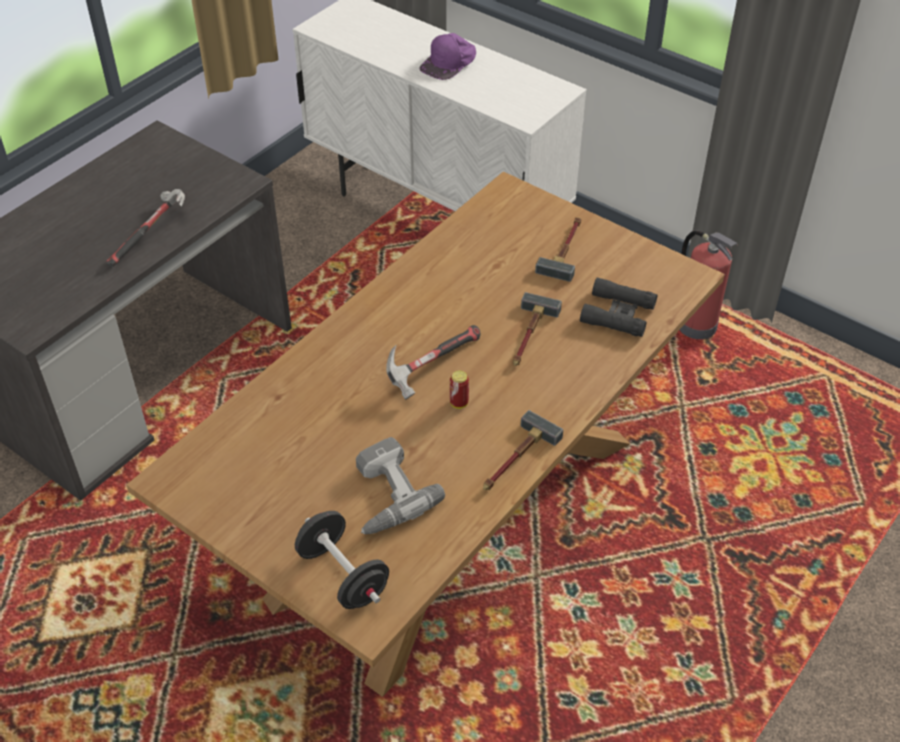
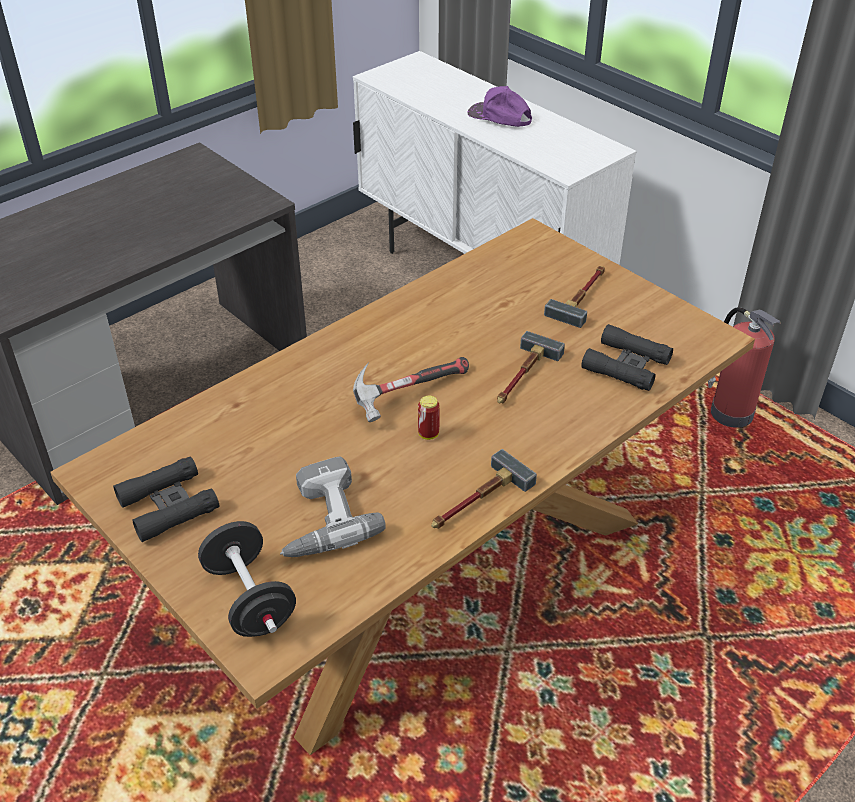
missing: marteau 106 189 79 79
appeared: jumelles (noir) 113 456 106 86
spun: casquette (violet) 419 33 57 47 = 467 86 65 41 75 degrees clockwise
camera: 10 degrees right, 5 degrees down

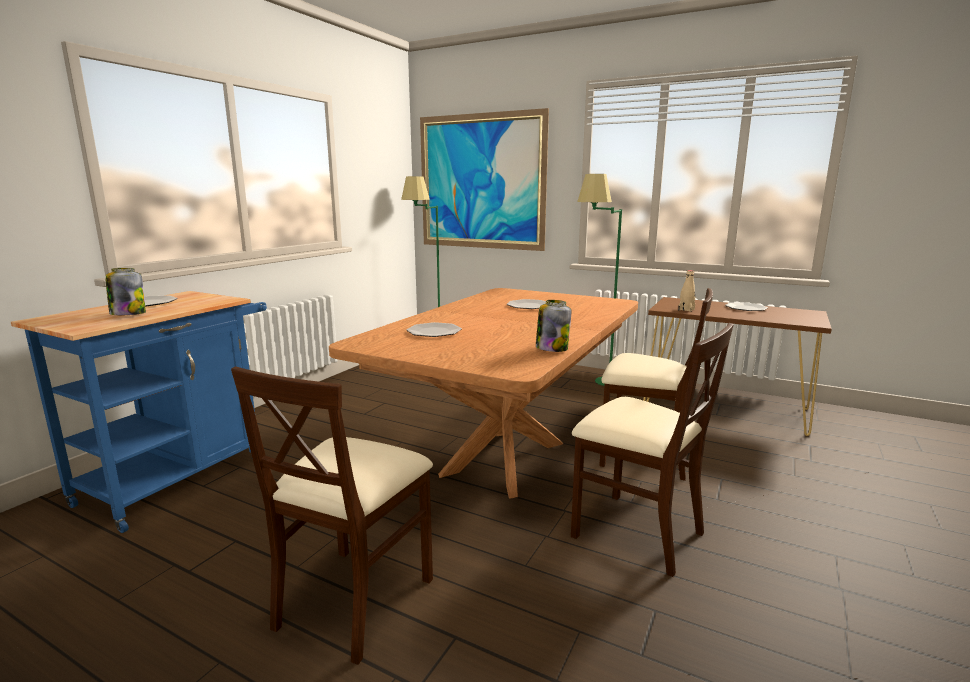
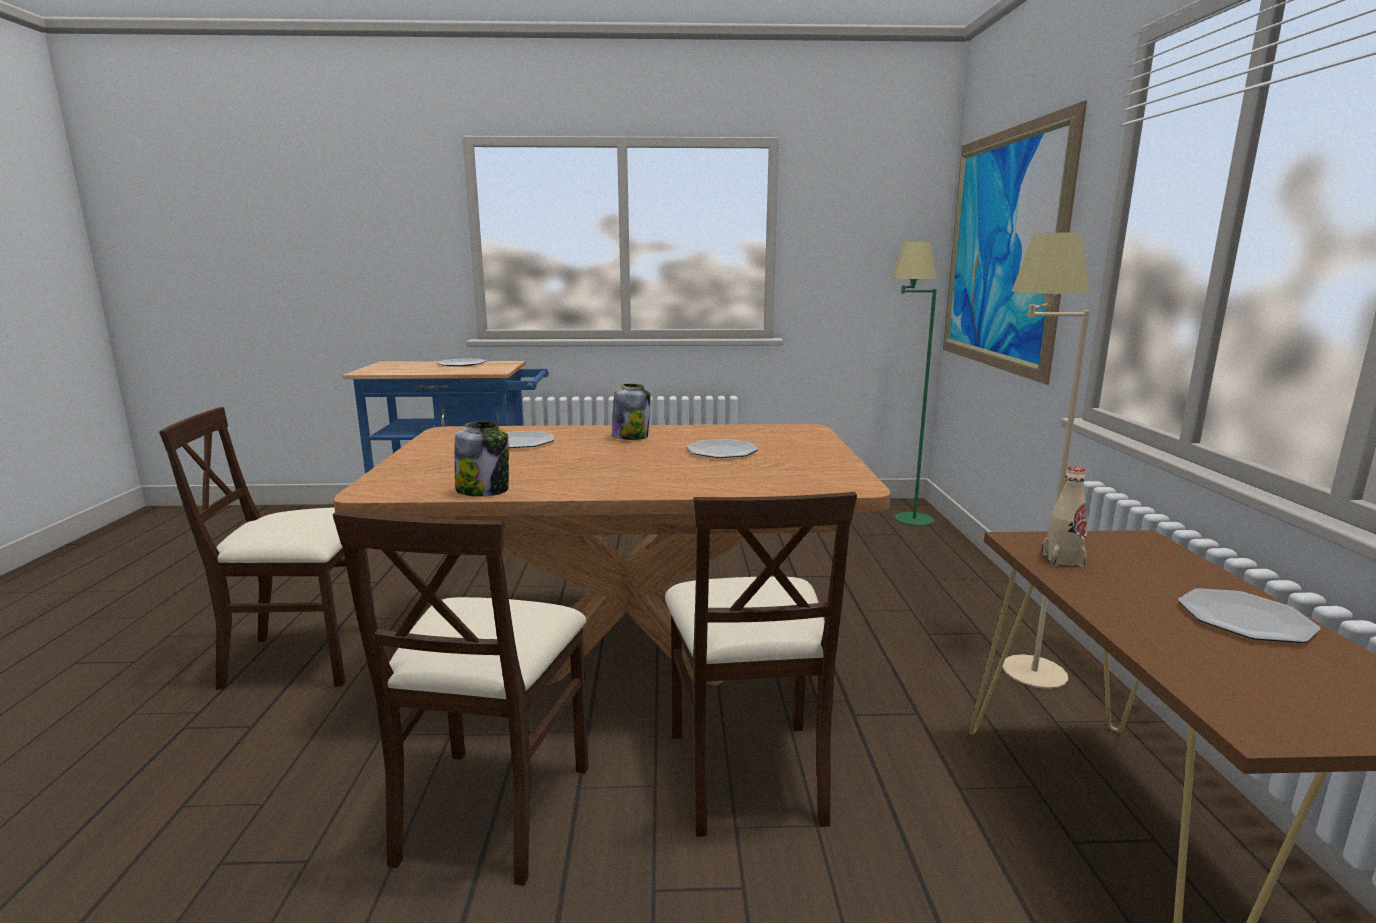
relocated: bocal 105 268 41 47 to 612 384 38 56
colour: lampadaire (vert) 577 174 45 212 to lampadaire (beige) 1002 233 88 456
camera: 60 degrees right, 0 degrees up

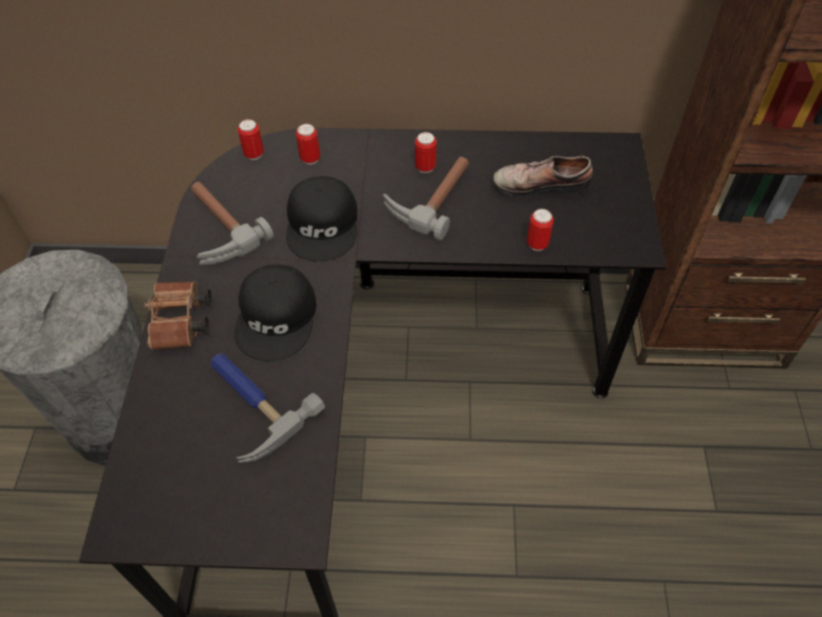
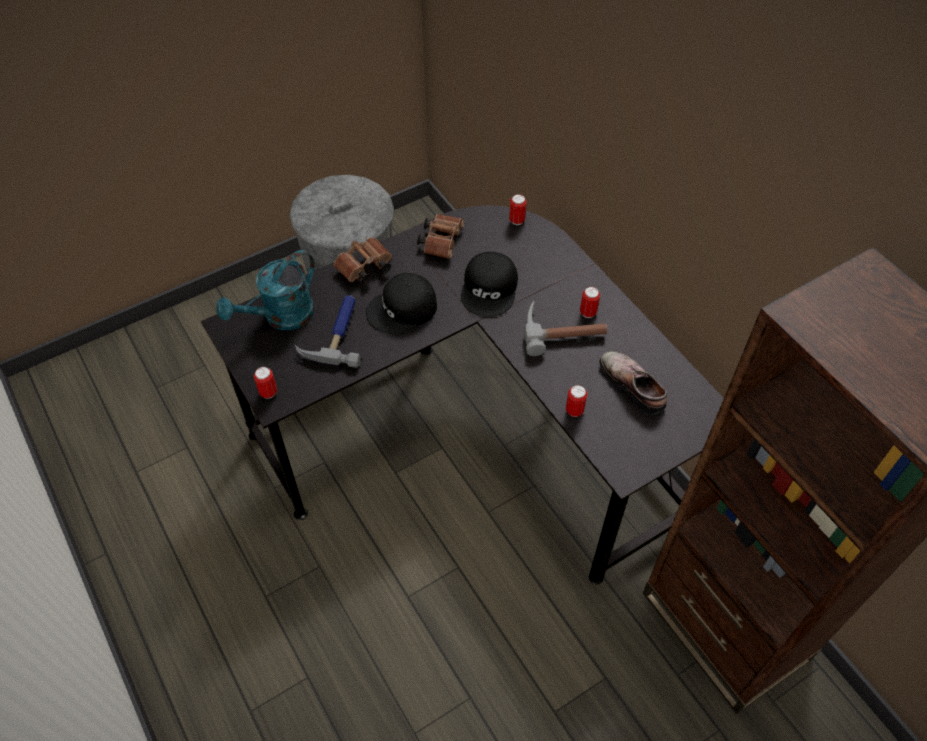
appeared: arrosoir (turquoise) 216 250 99 80
relocated: boîte métallique 296 124 24 41 to 254 367 23 32
exchanged: marteau 191 182 83 83 to jumelles (marron) 417 214 47 45
spun: casquette (noir) 286 176 71 85 = 461 252 57 65 45 degrees counterclockwise
camera: 55 degrees right, 0 degrees up

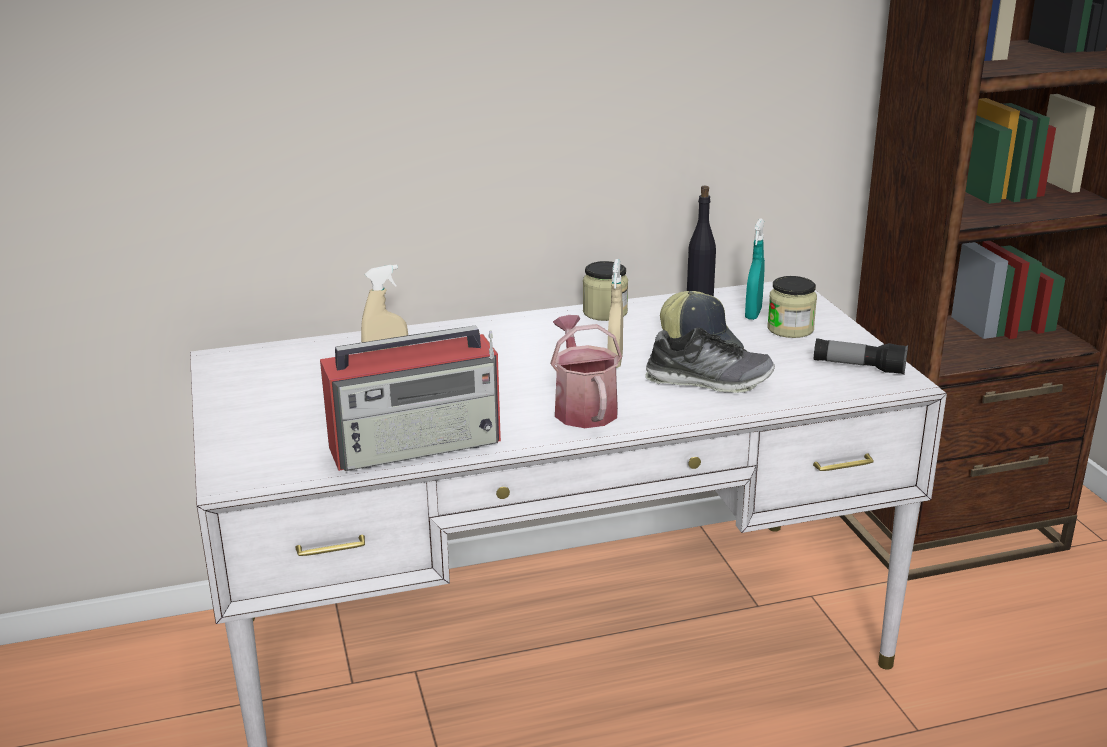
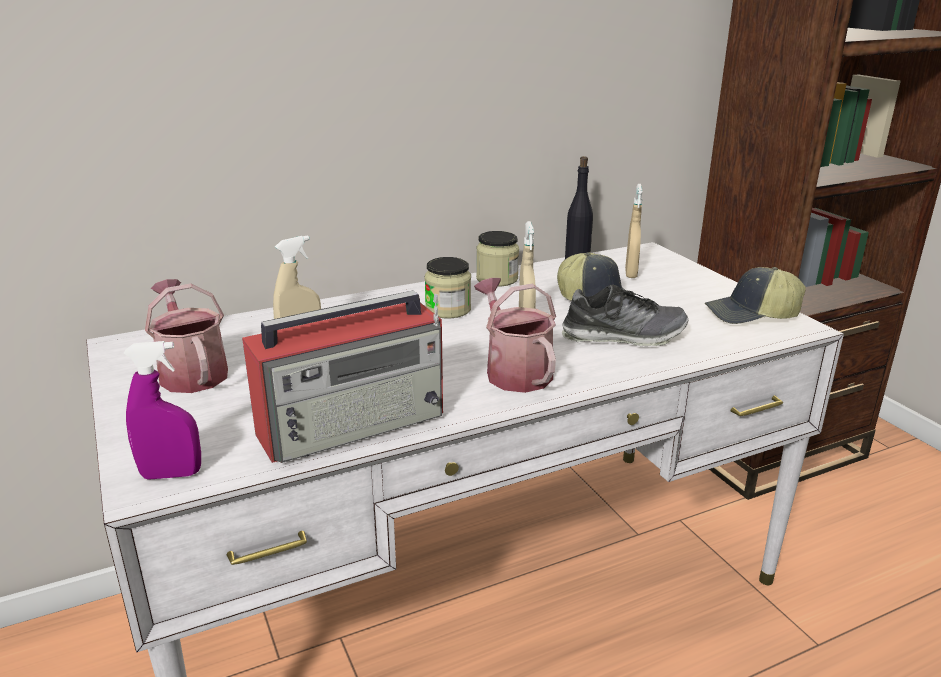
appeared: vaporisateur (violet) 123 341 78 139; arrosoir 145 279 83 114
relocated: bocal 767 276 50 62 to 425 257 46 61
exchanged: lampe de poche 814 338 94 37 to casquette 704 267 102 57
colour: vaporisateur (turquoise) 745 218 20 102 to vaporisateur (beige) 625 184 18 94
camera: 10 degrees left, 0 degrees up

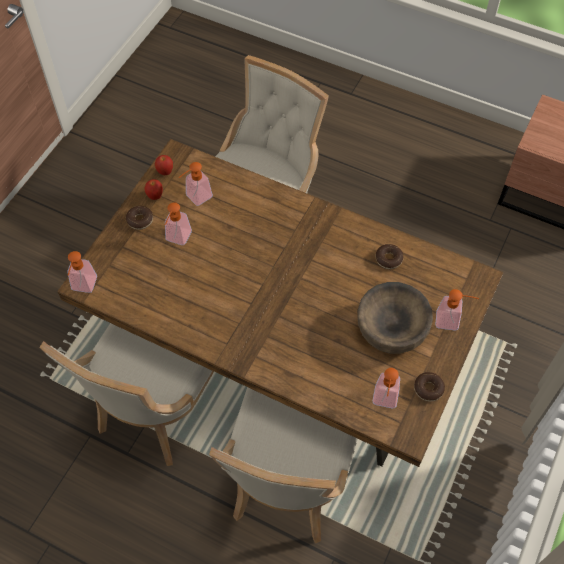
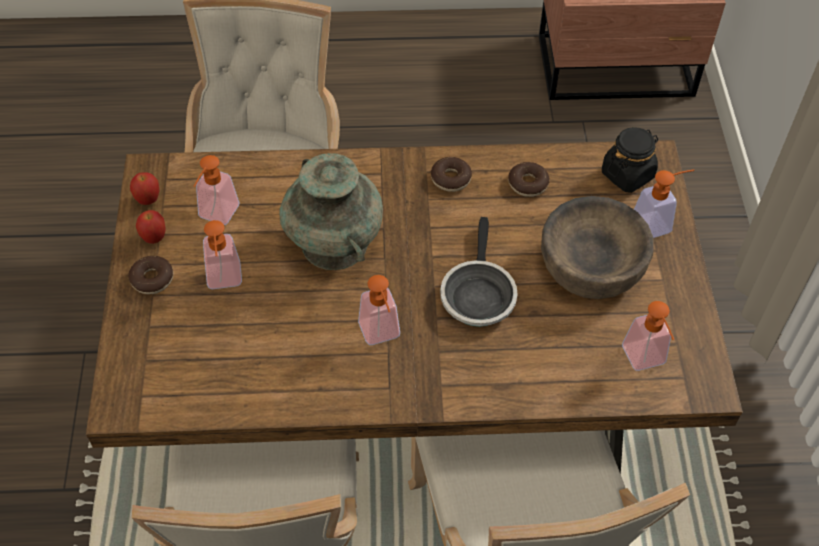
appeared: vase (turquoise) 279 153 104 117; poêle 440 217 78 110; bocal (noir) 602 127 56 66
relocated: distributeur de savon 67 251 30 42 to 358 275 42 70; beignet 414 372 31 30 to 431 157 41 35
camera: 30 degrees left, 5 degrees down

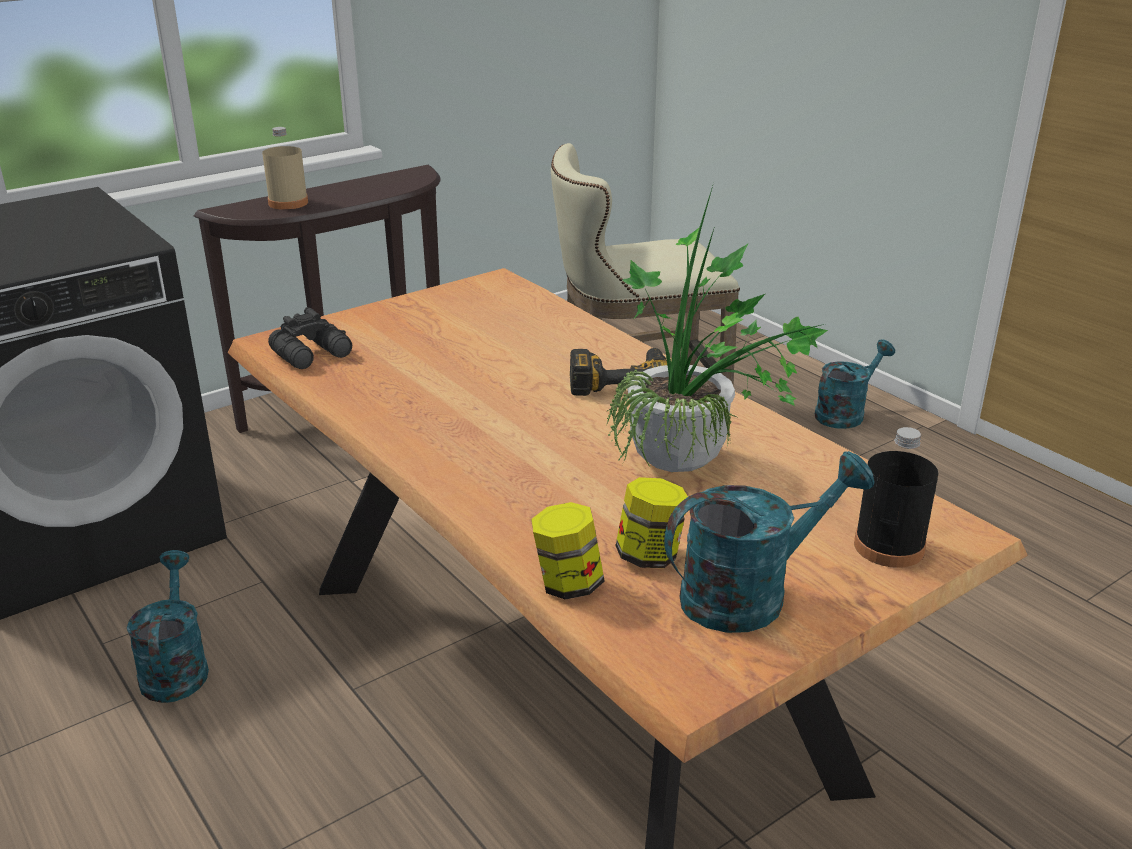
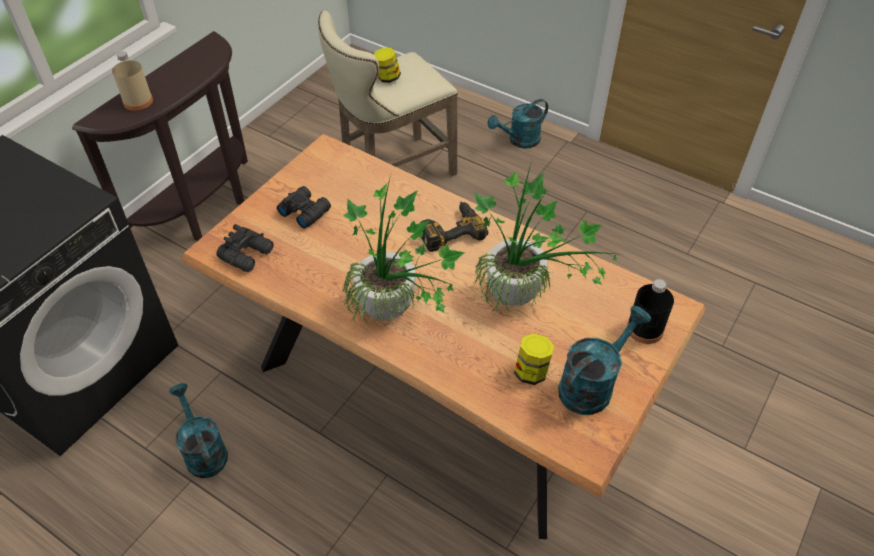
appeared: jumelles (noir) 277 186 54 43; plante en pot 343 175 122 150
relocated: bocal 531 502 74 98 to 374 48 27 35
spun: arrosoir (turquoise) 815 339 80 90 = 487 99 61 50 150 degrees counterclockwise
camera: 20 degrees left, 20 degrees up

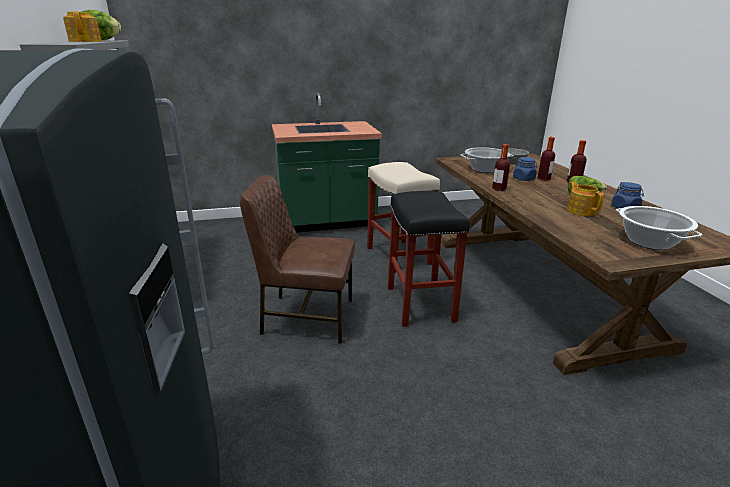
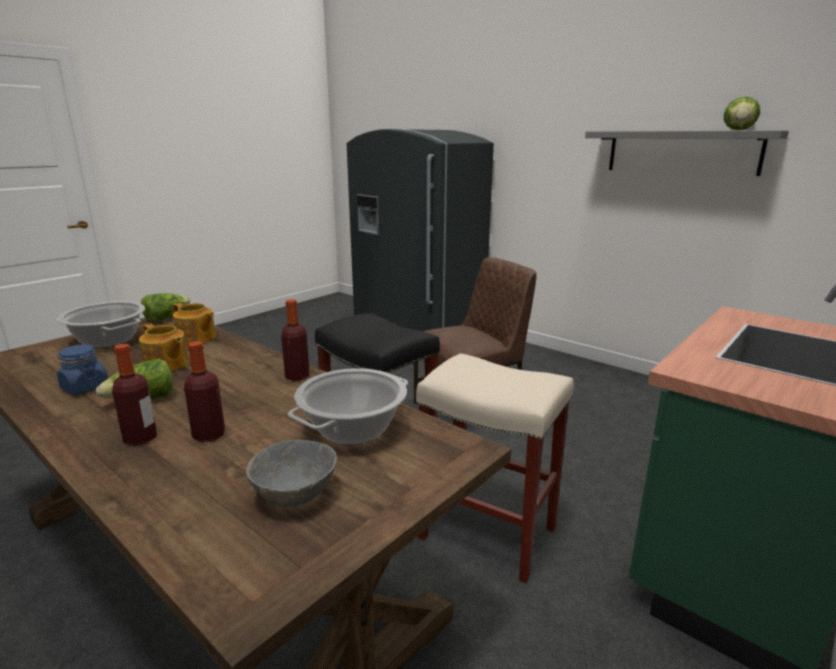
missing: bocal (bleu) 513 157 24 24
appeared: laitue 141 293 49 29
relocated: théière 63 11 39 31 to 172 303 44 42
camera: 145 degrees right, 5 degrees down

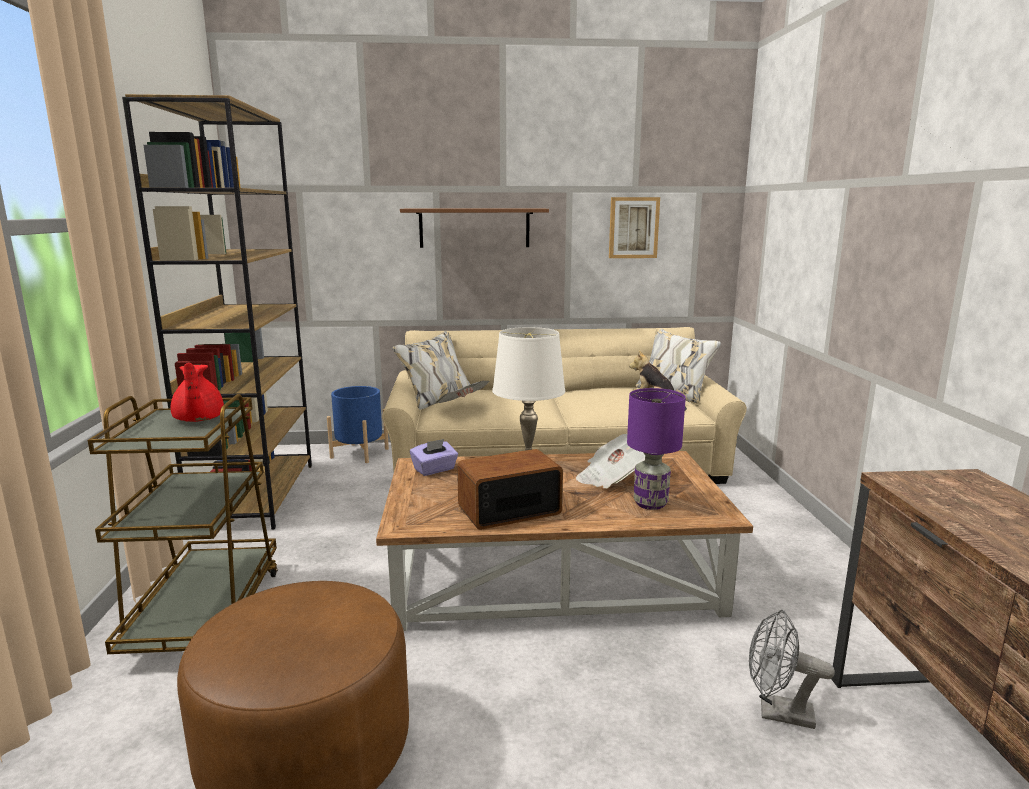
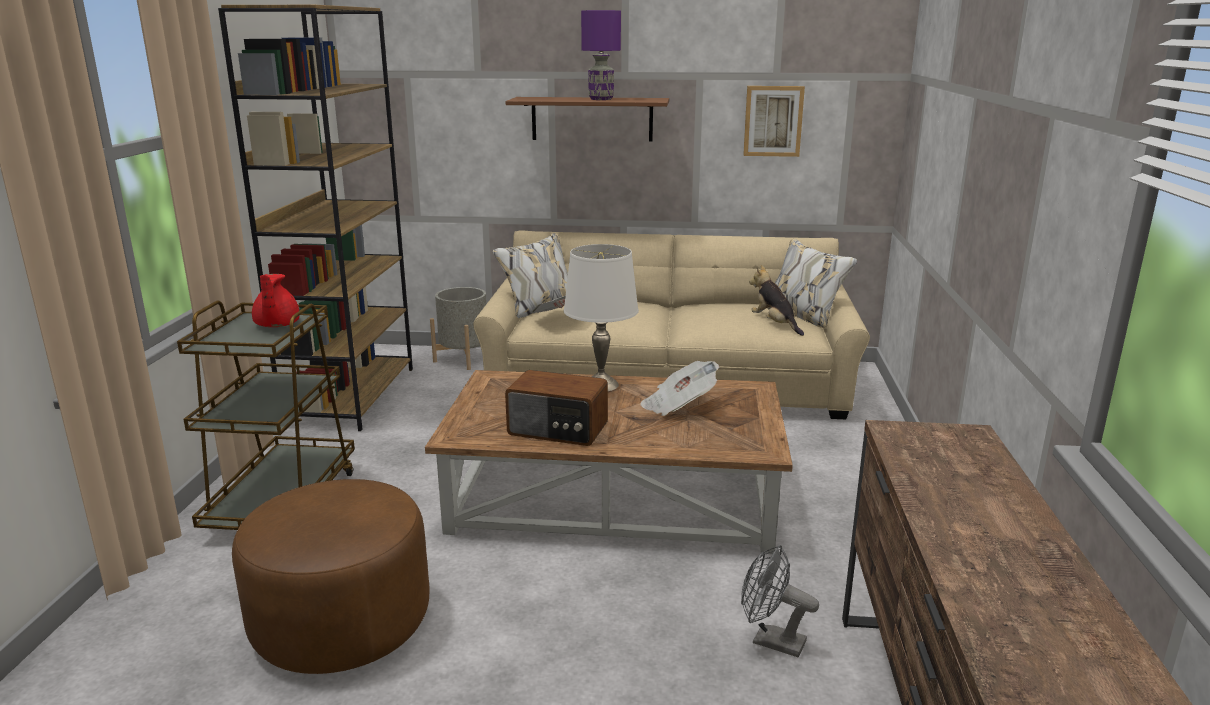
missing: boîte à mouchoirs (violet) 410 439 48 37
relocated: lampe de table (violet) 627 388 59 122 to 581 10 40 90
colour: cache-pot (bleu) 327 386 62 77 to cache-pot (gris) 430 287 57 83
spun: radio 457 449 106 81 = 505 370 103 76 150 degrees counterclockwise
camera: 10 degrees right, 5 degrees up

